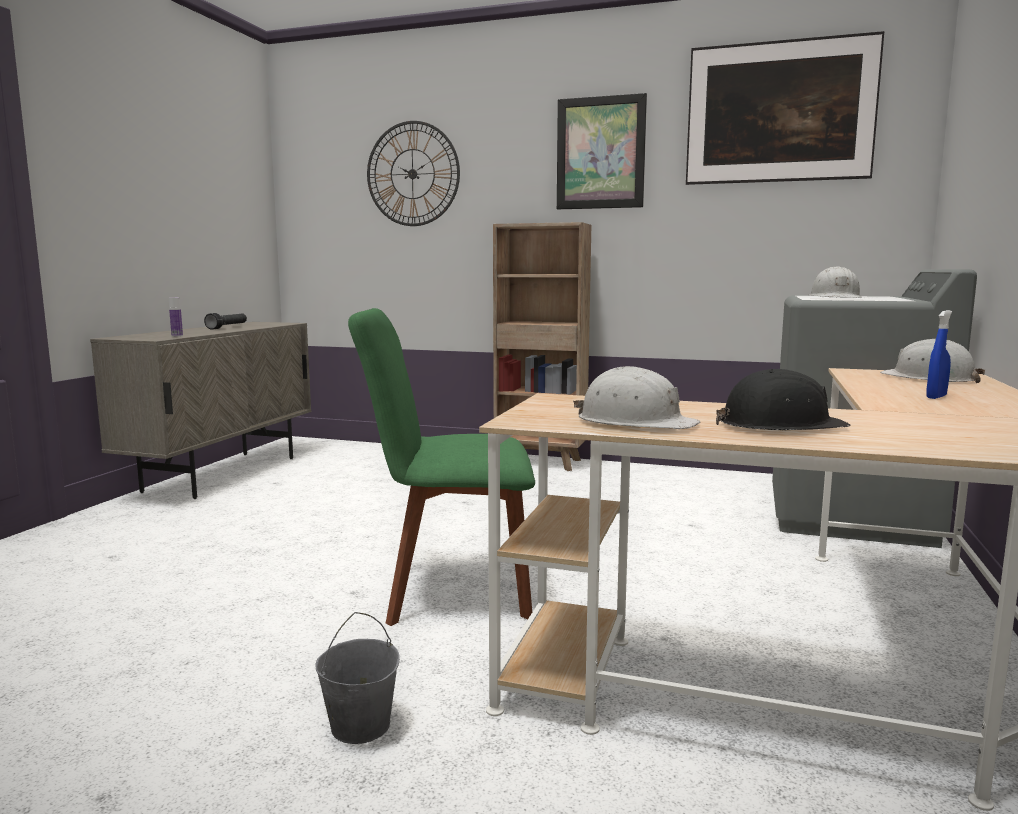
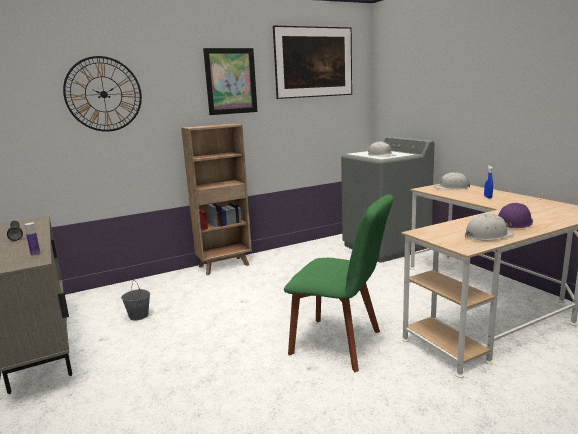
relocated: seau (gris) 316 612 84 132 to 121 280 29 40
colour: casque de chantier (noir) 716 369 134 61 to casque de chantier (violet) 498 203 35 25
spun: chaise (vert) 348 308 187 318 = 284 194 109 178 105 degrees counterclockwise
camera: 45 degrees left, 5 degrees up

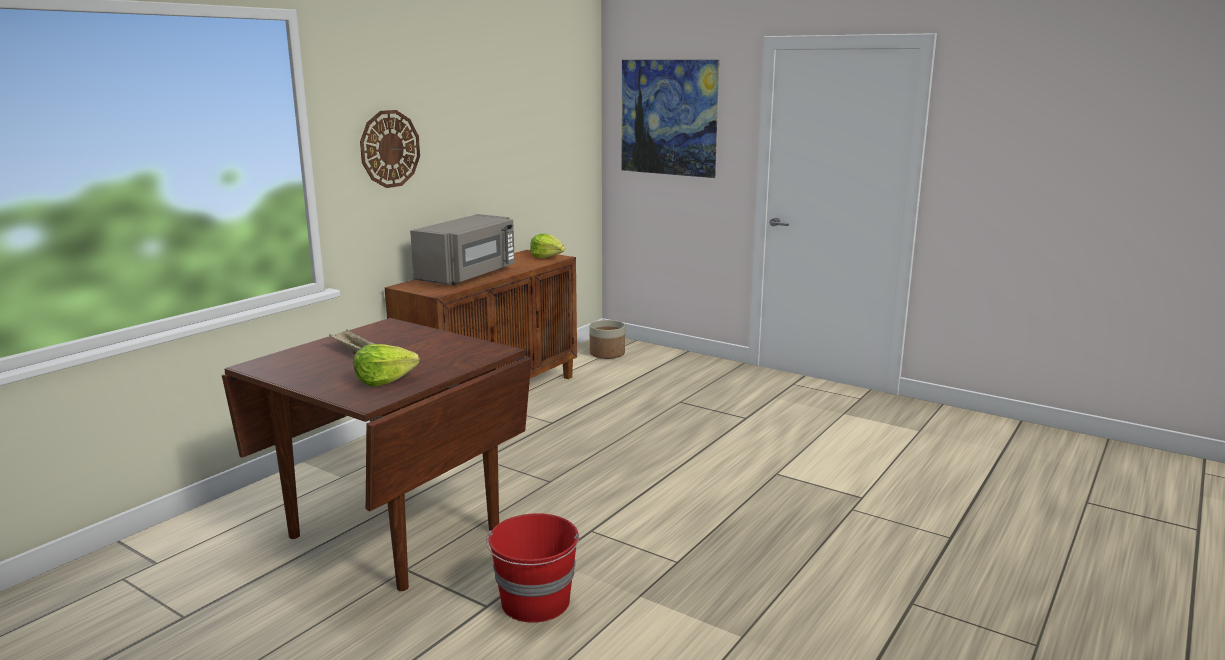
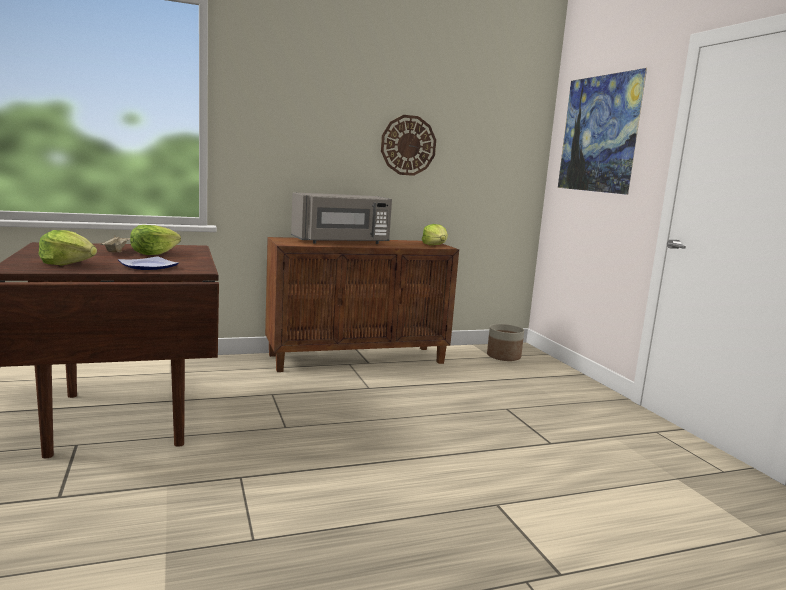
missing: seau (rouge) 486 513 93 110
appeared: assiette 118 256 61 14; laitue 130 225 51 30
relocated: horloge murale 360 110 60 78 to 381 115 55 61
camera: 35 degrees right, 5 degrees down

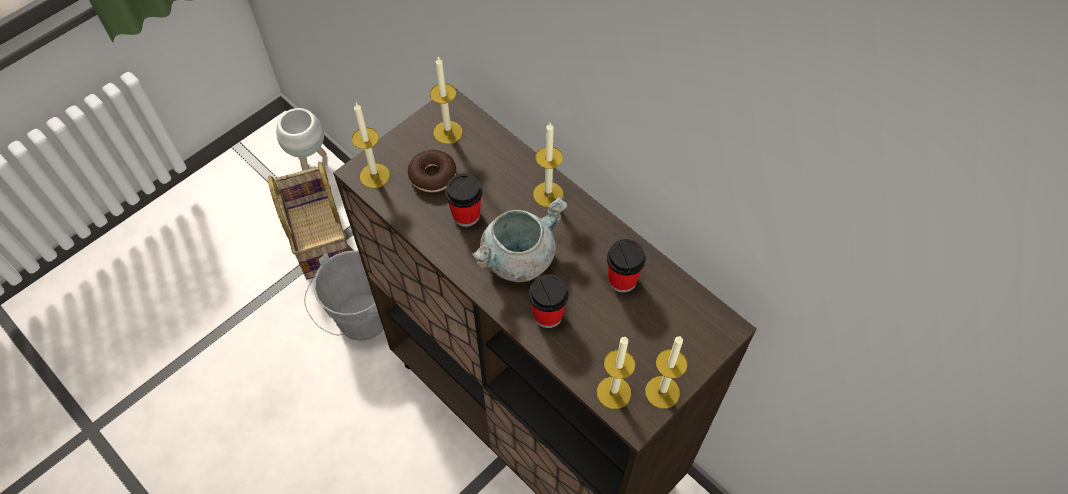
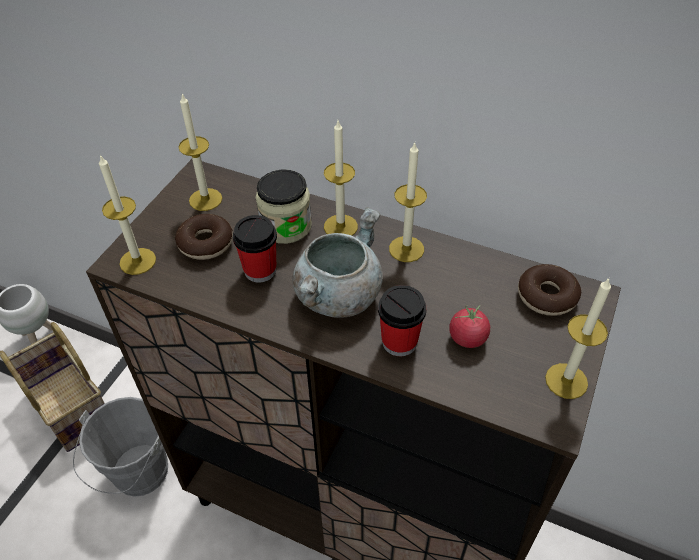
missing: tasse 607 239 39 54
appeared: bocal 255 170 57 74; tomate 449 305 41 43; beignet 518 264 63 52
relocated: bougie 597 337 38 72 to 389 143 38 119
camera: 20 degrees left, 10 degrees down

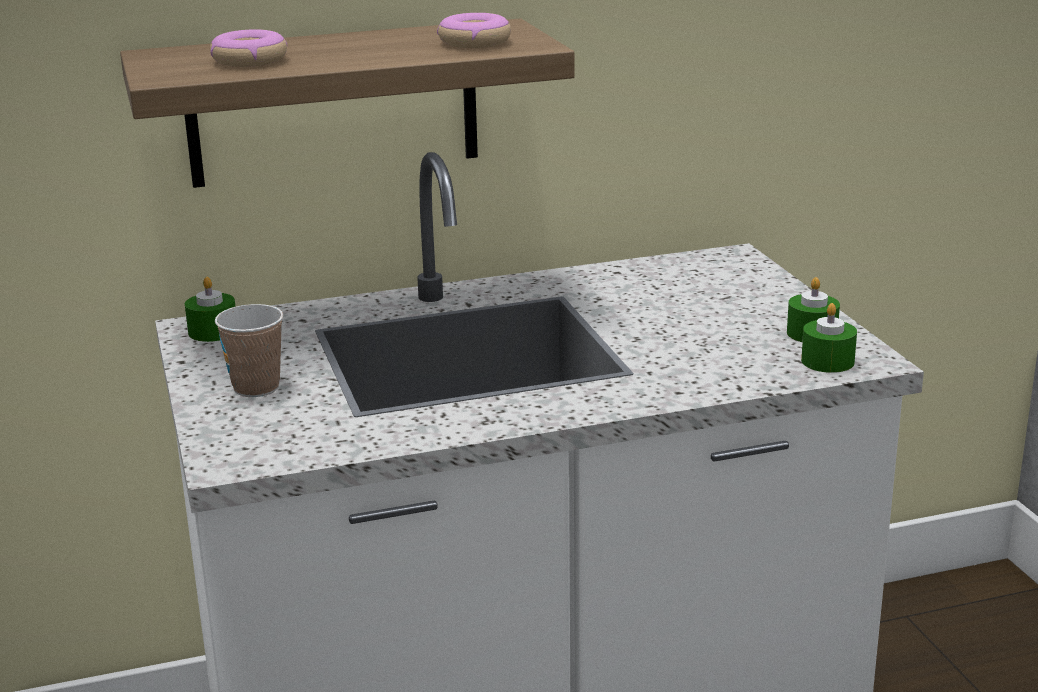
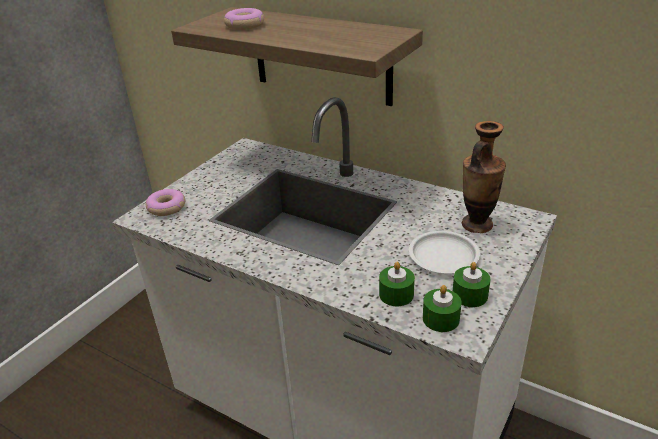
missing: tasse 215 304 69 93
appeared: assiette (blanc) 409 231 71 42; vase 462 121 44 112
relocated: beignet 437 13 74 35 to 146 189 39 27; bougie (vert) 185 277 51 65 to 379 262 36 44
camera: 50 degrees right, 10 degrees up

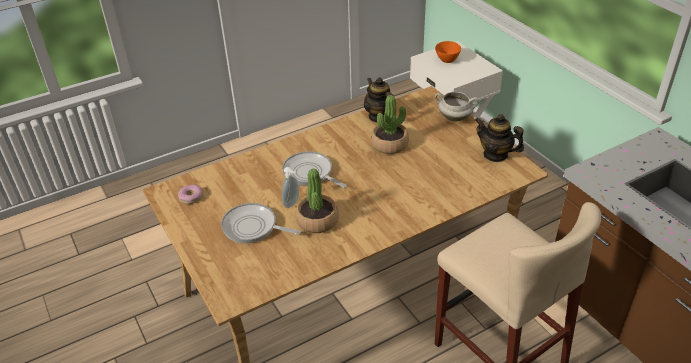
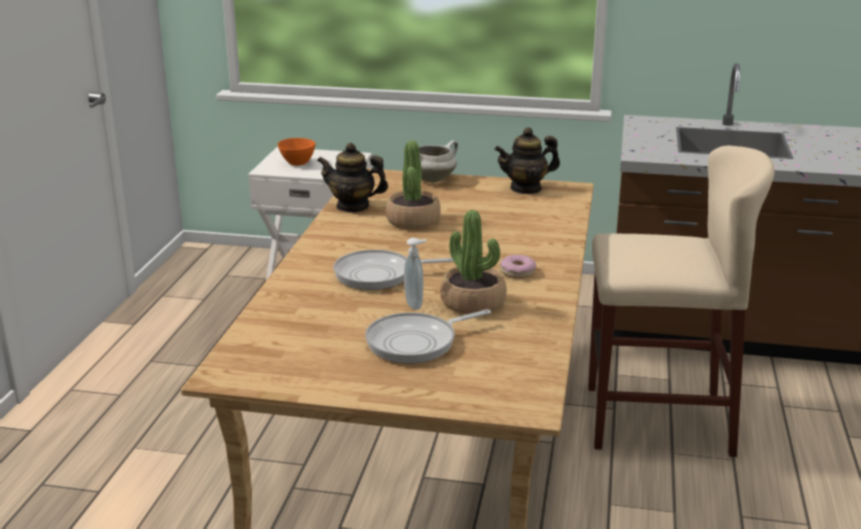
relocated: beignet 178 185 25 19 to 500 254 36 24
camera: 50 degrees left, 15 degrees down

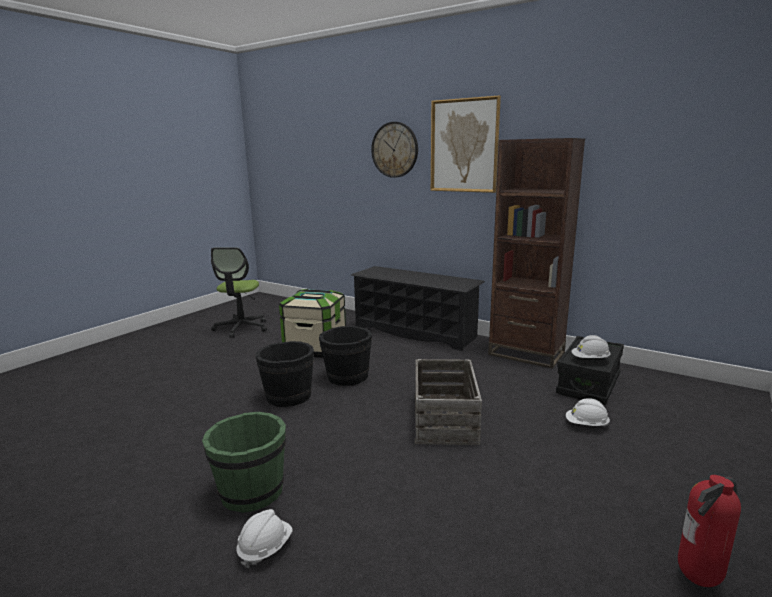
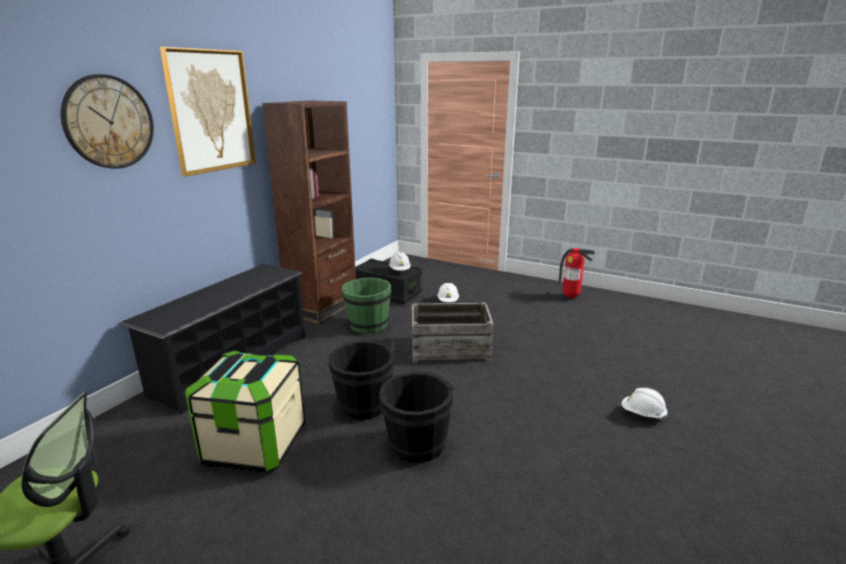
relocated: seau (vert) 202 412 84 101 to 342 277 49 57
camera: 95 degrees left, 5 degrees up

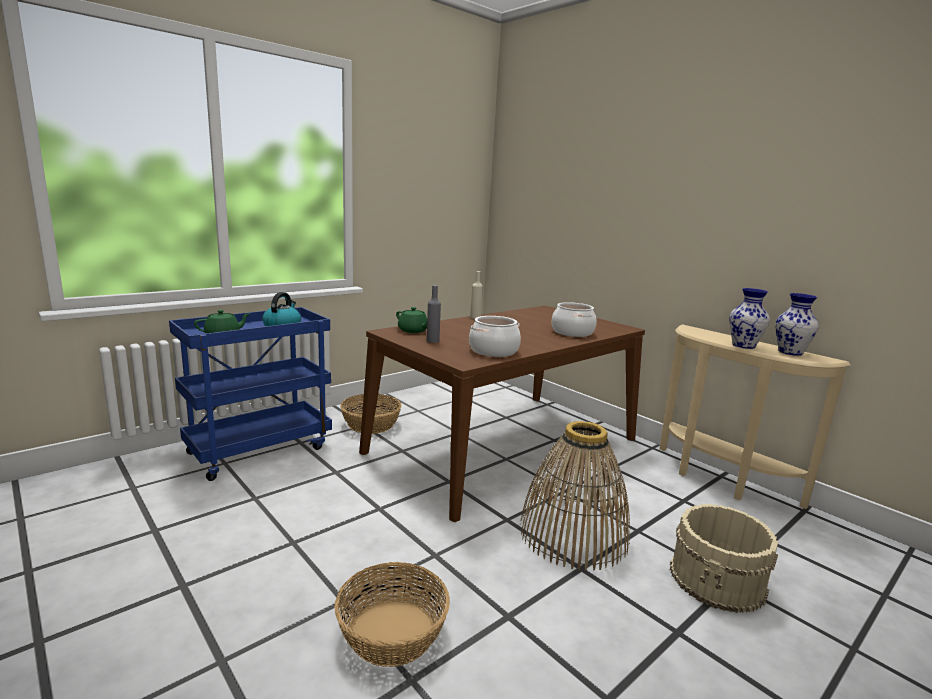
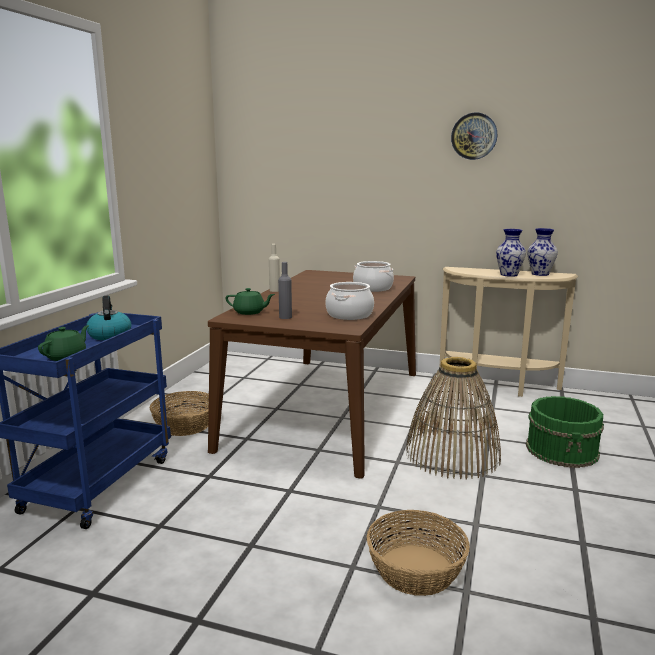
appeared: horloge murale 451 113 46 47
colour: seau (beige) 670 504 108 109 to seau (vert) 526 396 78 72
camera: 30 degrees left, 0 degrees up

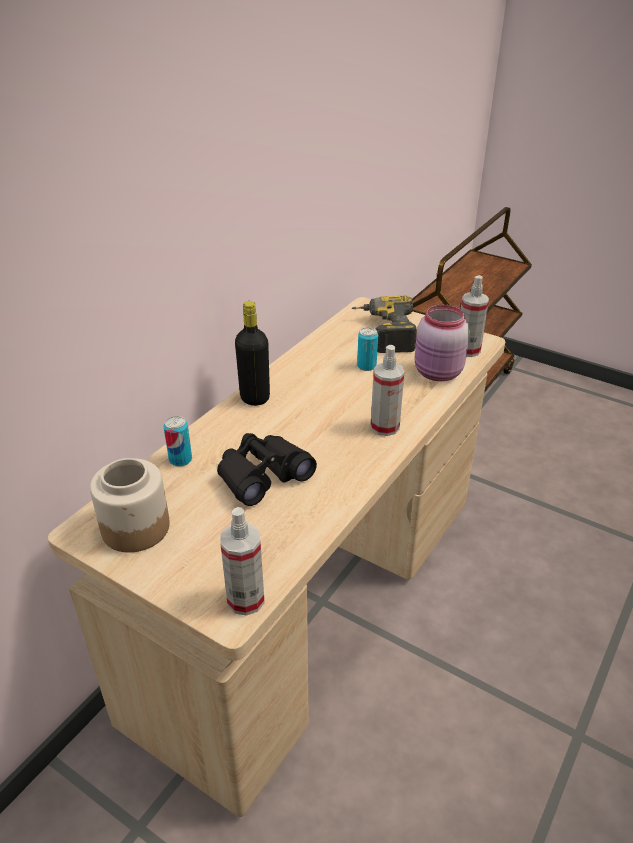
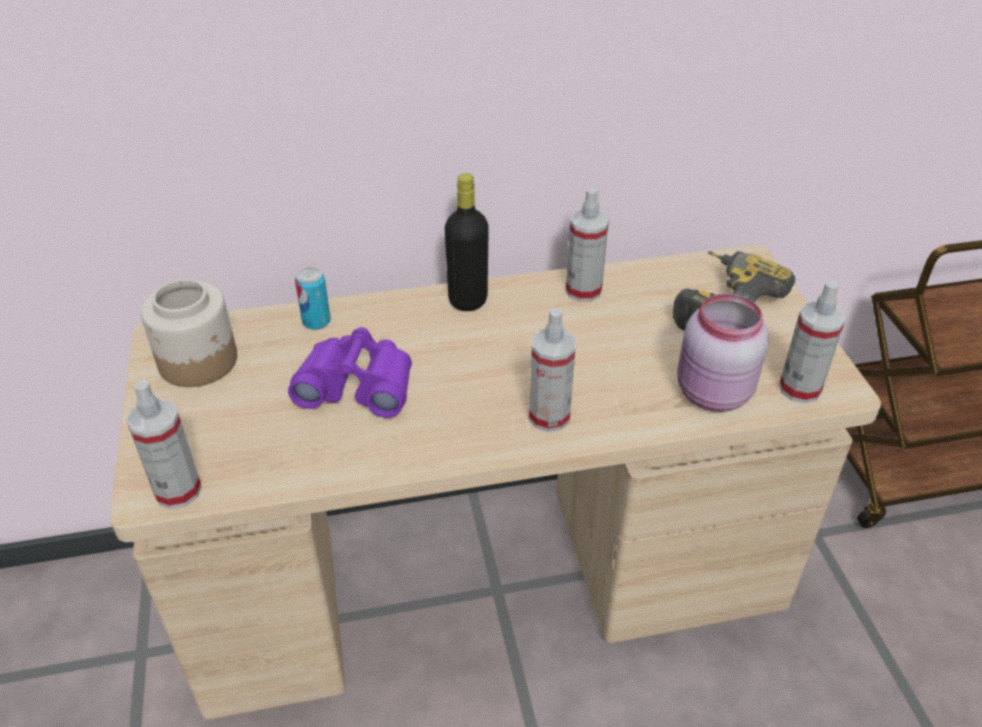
missing: boîte métallique 357 327 21 44
appeared: vaporisateur 566 188 43 114
colour: jumelles (noir) 217 433 100 73 to jumelles (violet) 288 327 124 91
camera: 45 degrees right, 5 degrees up

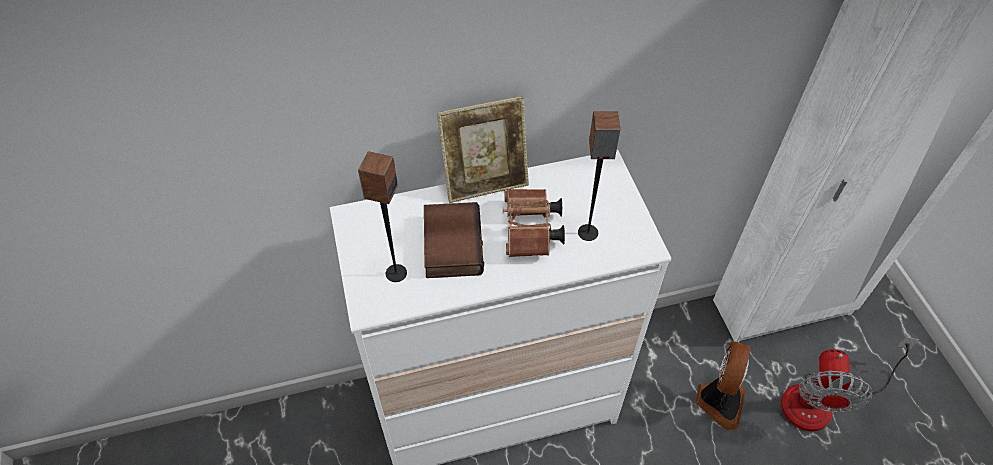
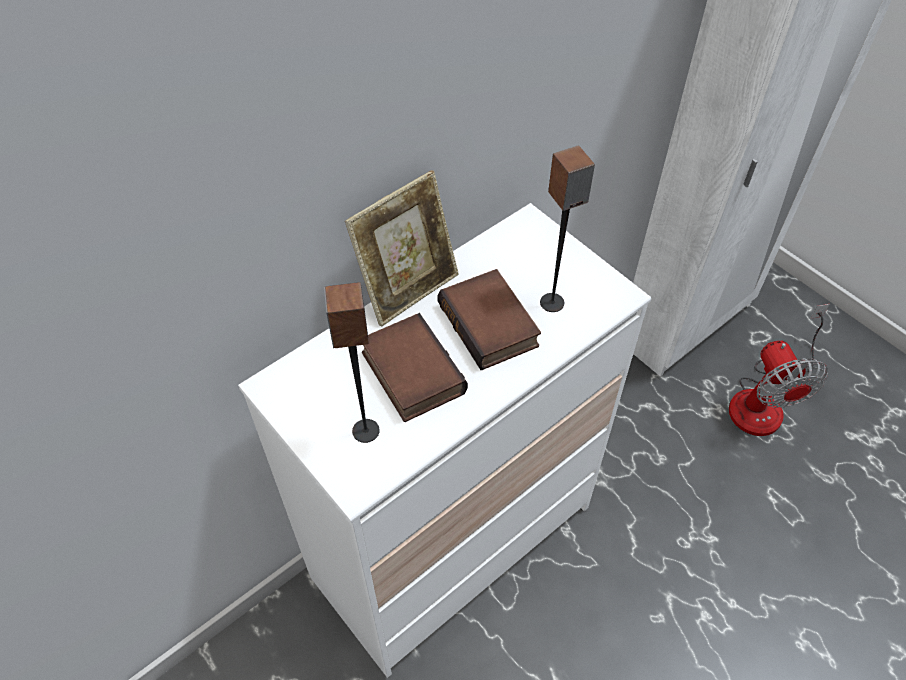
missing: ventilateur 695 342 55 88
exchanged: jumelles (marron) 503 189 62 68 to livre 437 269 104 101
camera: 25 degrees left, 0 degrees up

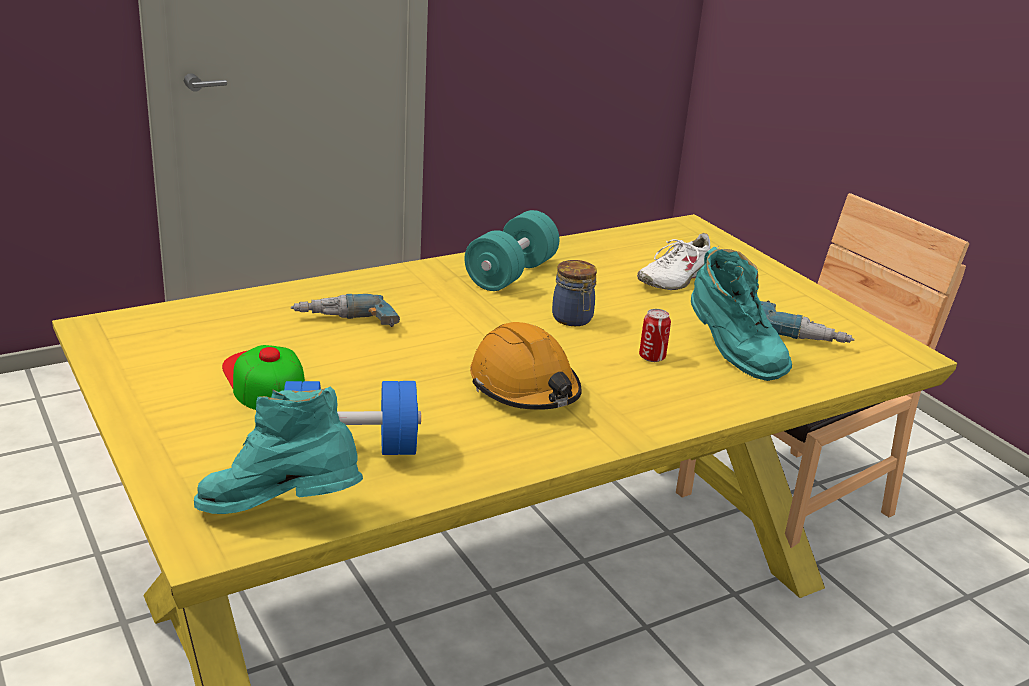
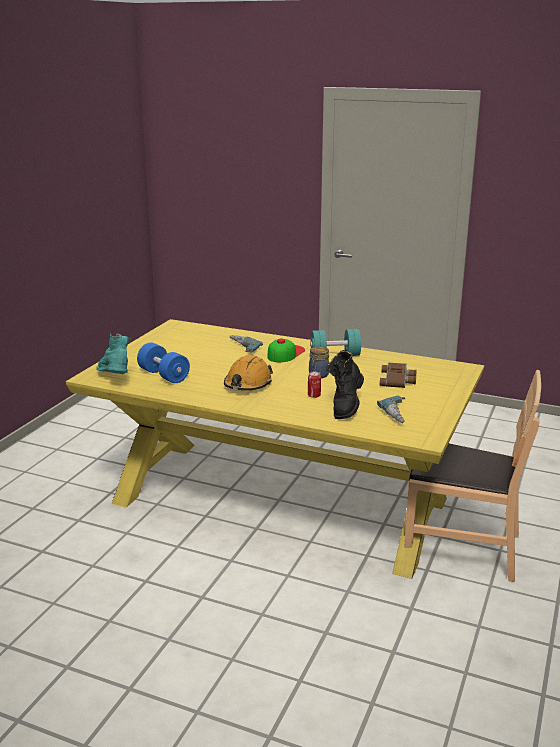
relocated: casquette 222 345 83 65 to 268 338 37 24
exchanged: chaussure (blanc) 637 233 82 57 to jumelles (marron) 380 362 37 26
colour: botte (turquoise) 691 247 101 134 to botte (noir) 326 350 38 69
camera: 55 degrees right, 5 degrees down

